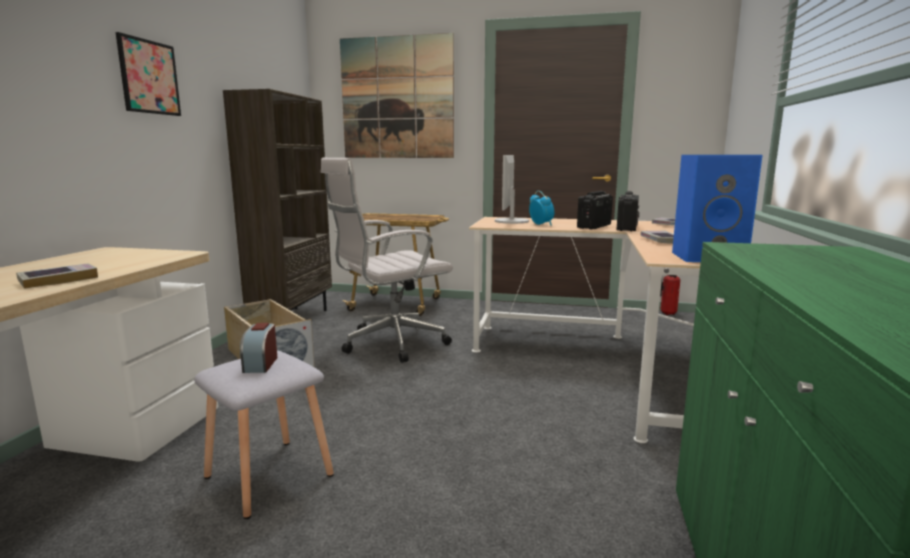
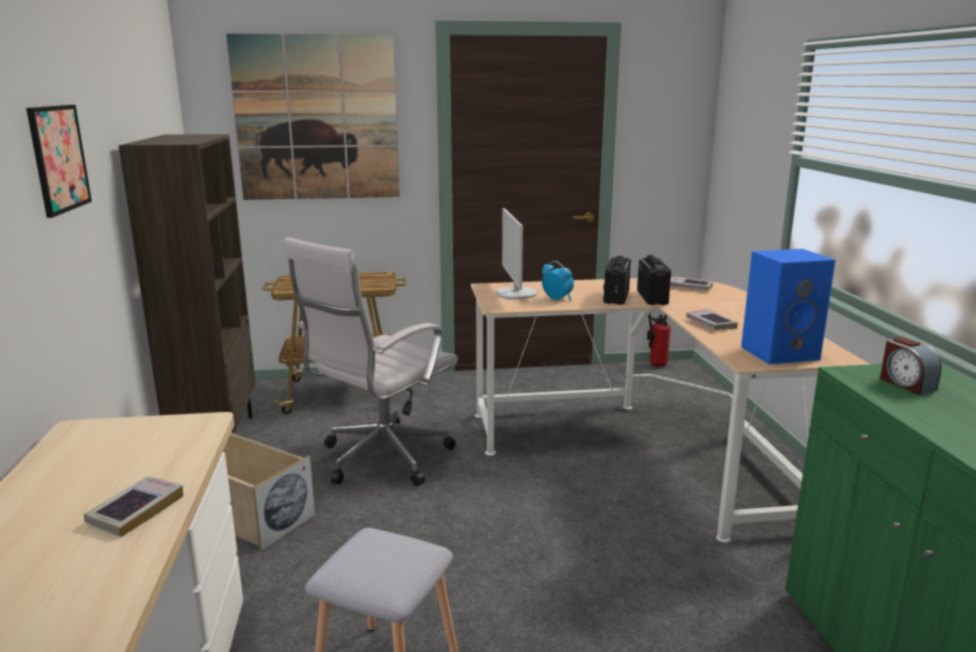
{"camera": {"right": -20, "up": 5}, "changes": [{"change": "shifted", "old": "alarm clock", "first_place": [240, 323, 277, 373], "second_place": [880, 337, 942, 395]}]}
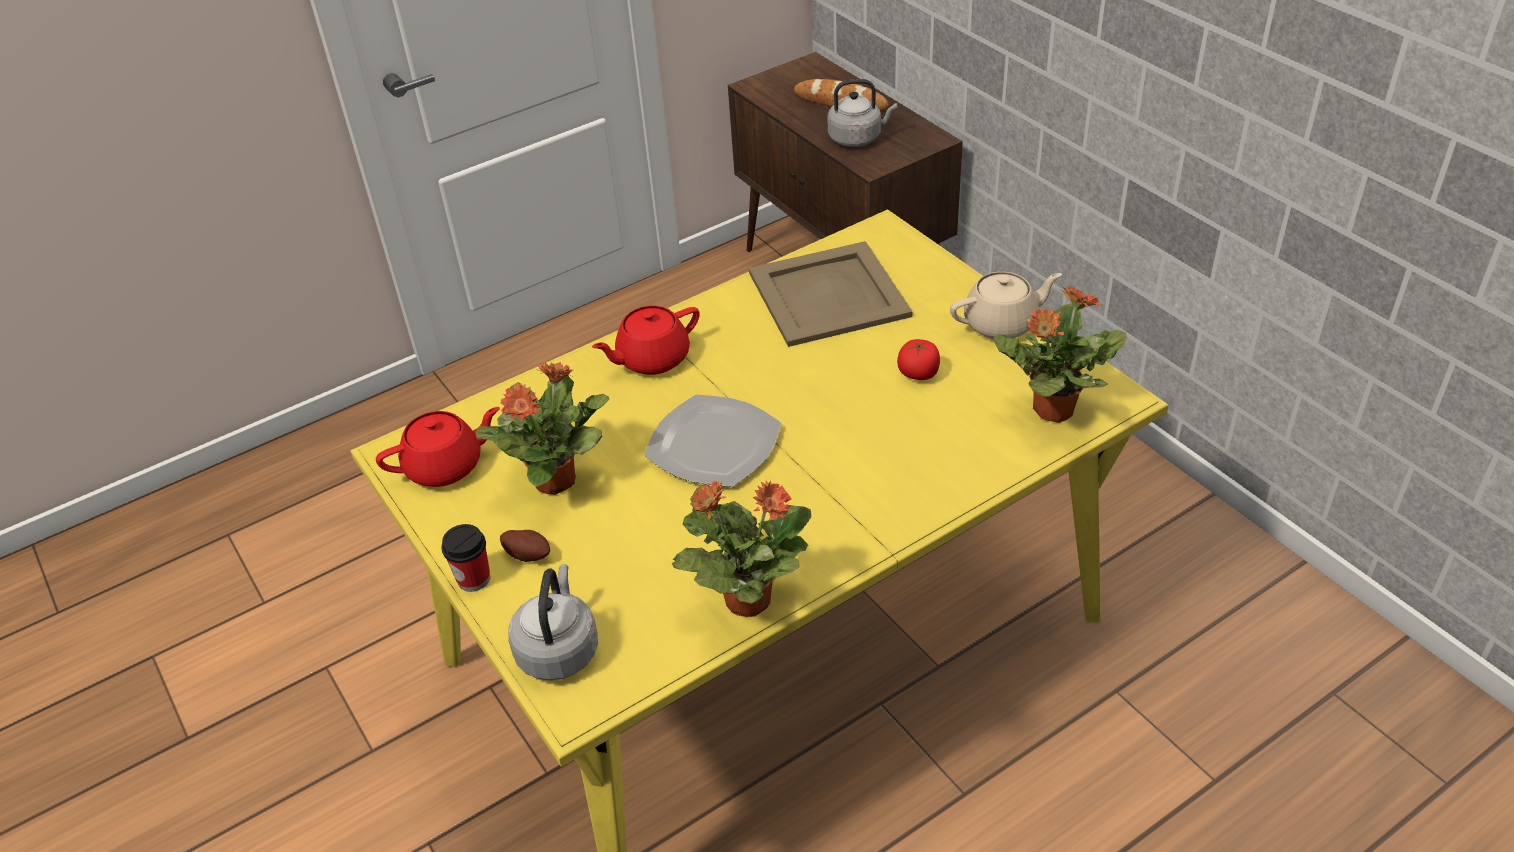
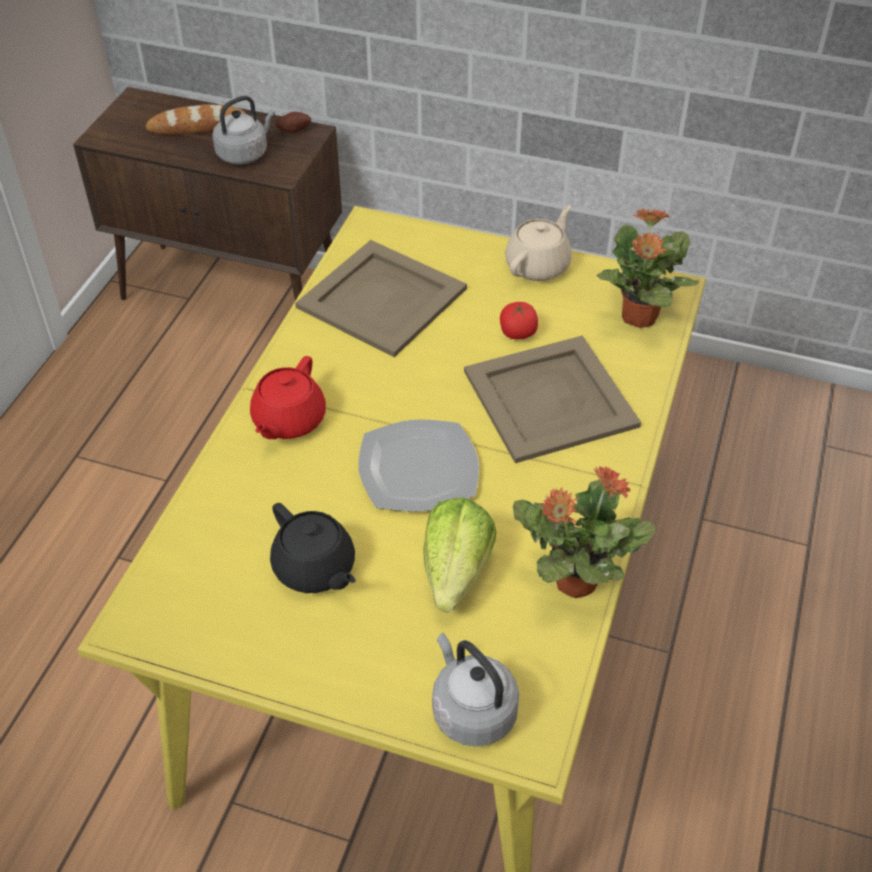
{"camera": {"right": -40, "up": 5}, "changes": [{"change": "swapped", "old": "potted plant", "new": "black teapot", "first_place": [475, 362, 609, 495], "second_place": [270, 503, 356, 593]}, {"change": "shifted", "old": "potato", "first_place": [500, 530, 550, 562], "second_place": [275, 112, 311, 132]}, {"change": "new", "new": "lettuce", "second_place": [423, 498, 496, 613]}, {"change": "new", "new": "beige tray", "second_place": [464, 335, 641, 463]}, {"change": "gone", "old": "red teapot", "first_place": [376, 407, 500, 487]}, {"change": "gone", "old": "cup", "first_place": [441, 524, 490, 592]}]}
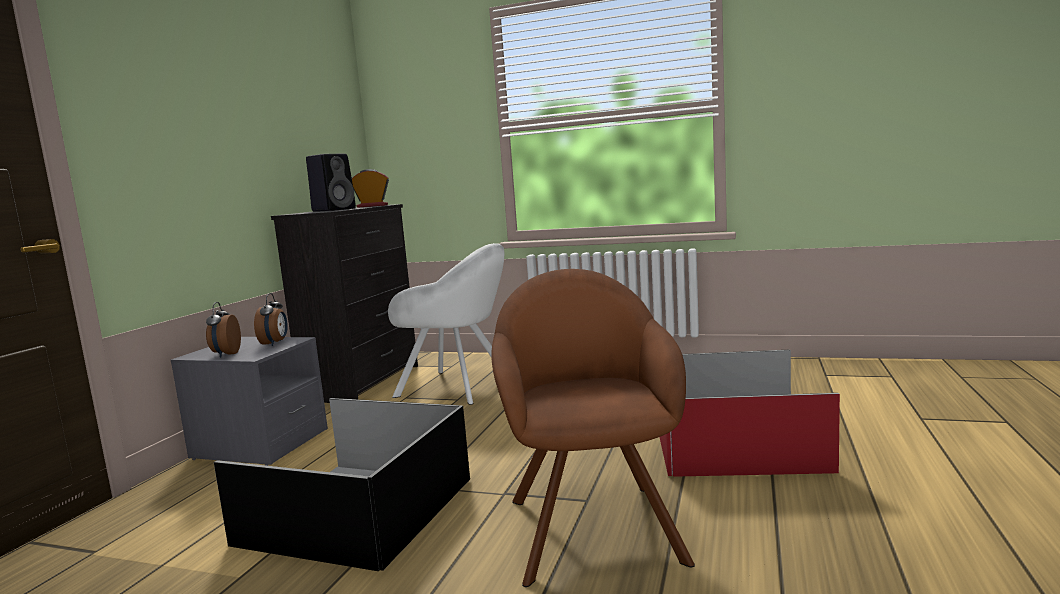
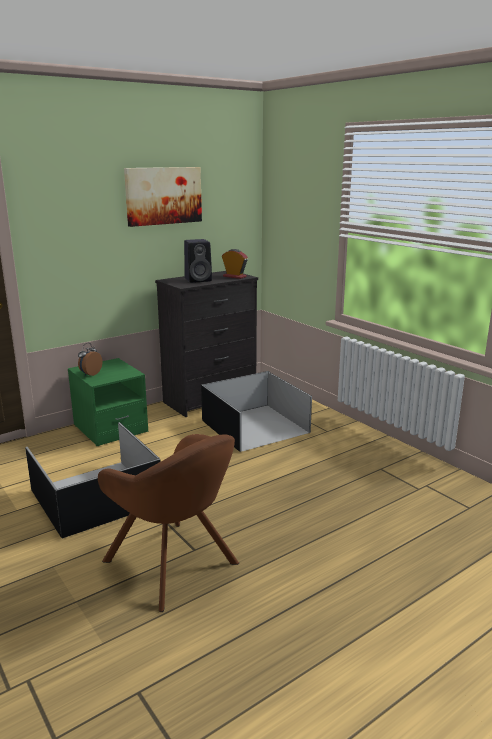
{"camera": {"right": 35, "up": 10}, "changes": [{"change": "repainted", "old": "grey nightstand", "new": "green nightstand", "first_place": [171, 337, 328, 466], "second_place": [68, 358, 148, 446]}, {"change": "rotated", "old": "brown armchair", "first_place": [491, 269, 695, 587], "second_place": [98, 434, 239, 612], "degrees": 105}, {"change": "new", "new": "picture", "second_place": [124, 167, 202, 227]}, {"change": "swapped", "old": "white armchair", "new": "black storage box", "first_place": [388, 243, 504, 405], "second_place": [201, 371, 312, 452]}, {"change": "gone", "old": "alarm clock", "first_place": [254, 293, 288, 346]}, {"change": "gone", "old": "red storage box", "first_place": [660, 350, 840, 477]}]}
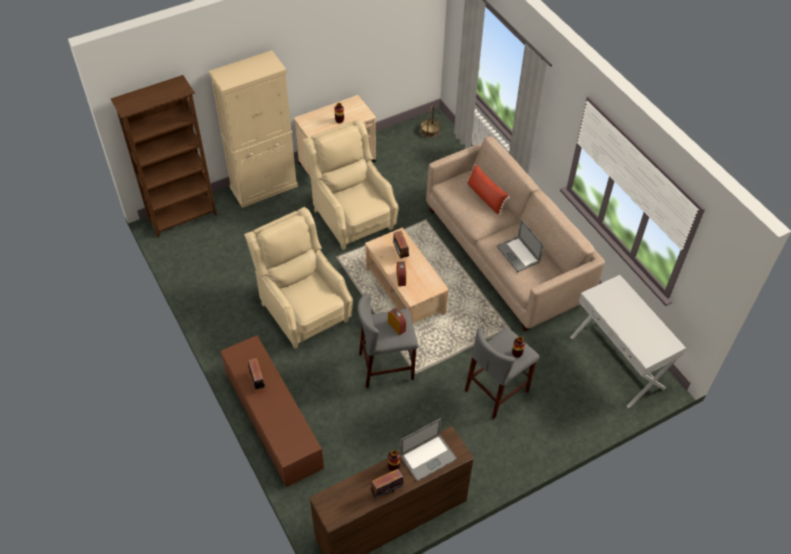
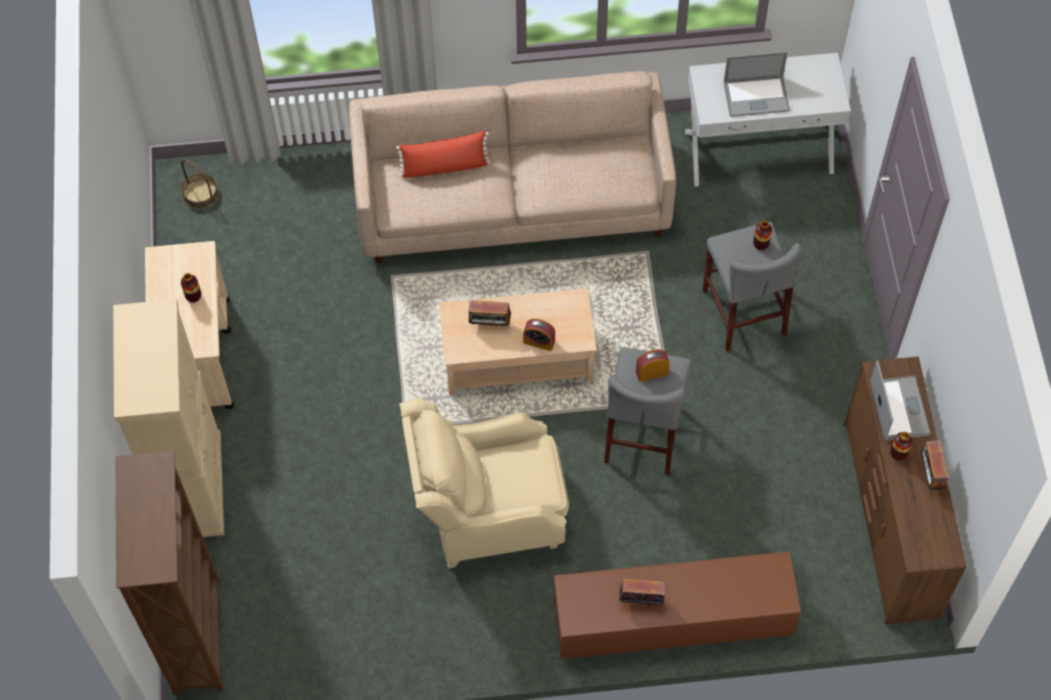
{"camera": {"right": -65, "up": 10}, "changes": [{"change": "shifted", "old": "laptop", "first_place": [497, 219, 544, 272], "second_place": [724, 52, 790, 117]}, {"change": "gone", "old": "beige armchair", "first_place": [303, 119, 399, 250]}]}
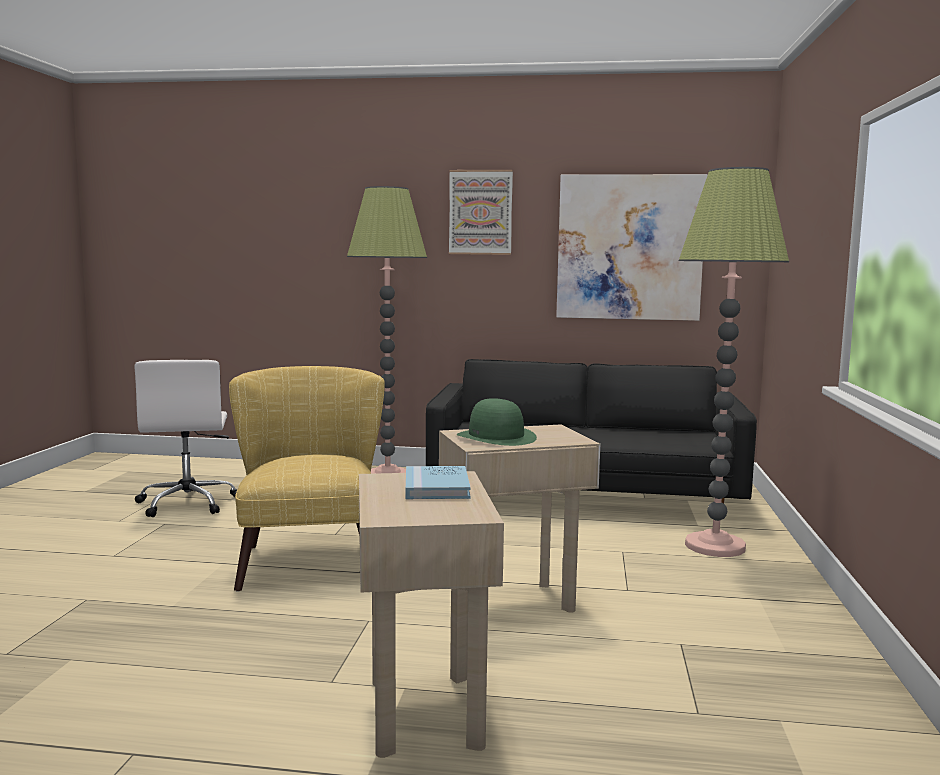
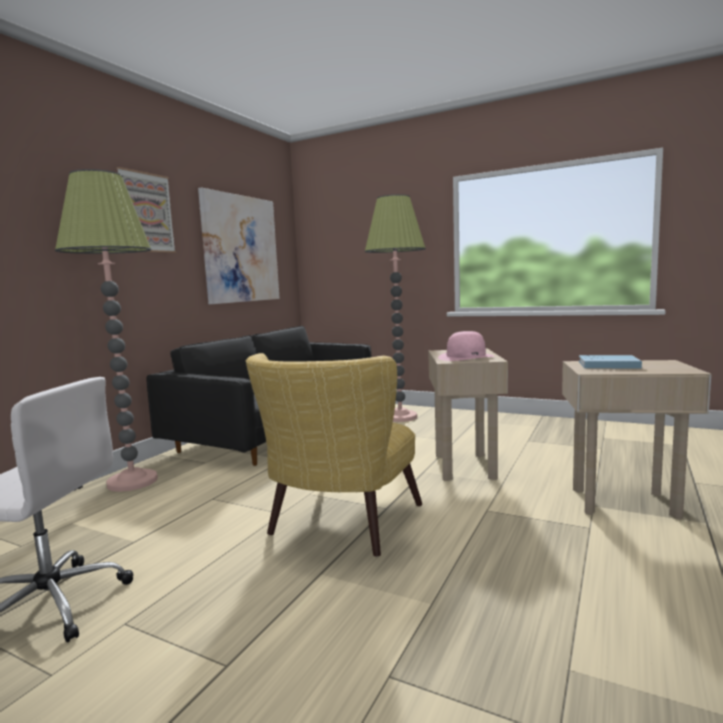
{"camera": {"right": -70, "up": 0}, "changes": [{"change": "rotated", "old": "yellow armchair", "first_place": [229, 366, 385, 592], "second_place": [246, 353, 422, 557], "degrees": -75}, {"change": "repainted", "old": "green hat", "new": "pink hat", "first_place": [457, 398, 537, 446], "second_place": [438, 331, 494, 361]}]}
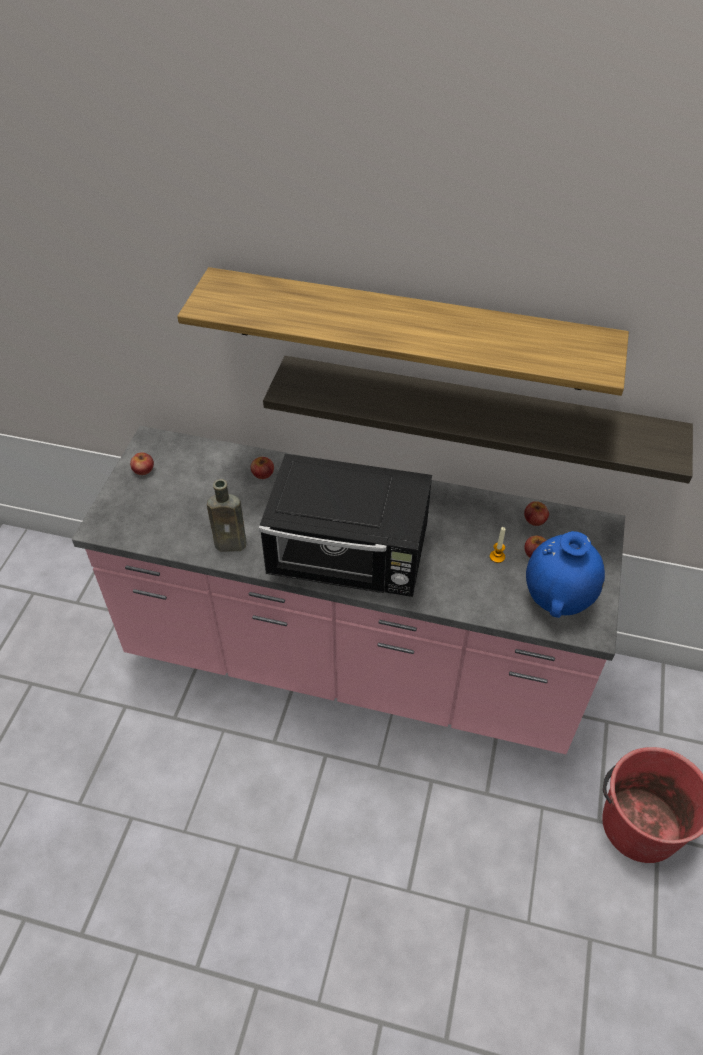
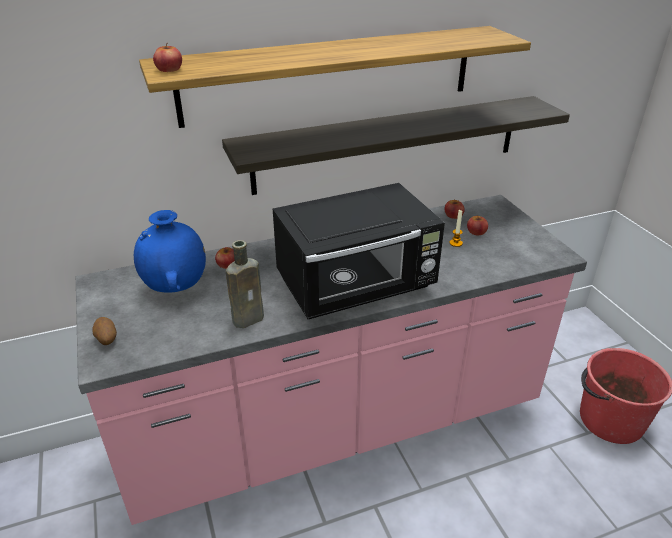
{"camera": {"right": -35, "up": -15}, "changes": [{"change": "new", "new": "potato", "second_place": [92, 317, 117, 345]}, {"change": "shifted", "old": "blue vase", "first_place": [526, 531, 605, 618], "second_place": [134, 210, 206, 293]}, {"change": "shifted", "old": "apple", "first_place": [130, 453, 154, 475], "second_place": [153, 42, 182, 72]}]}
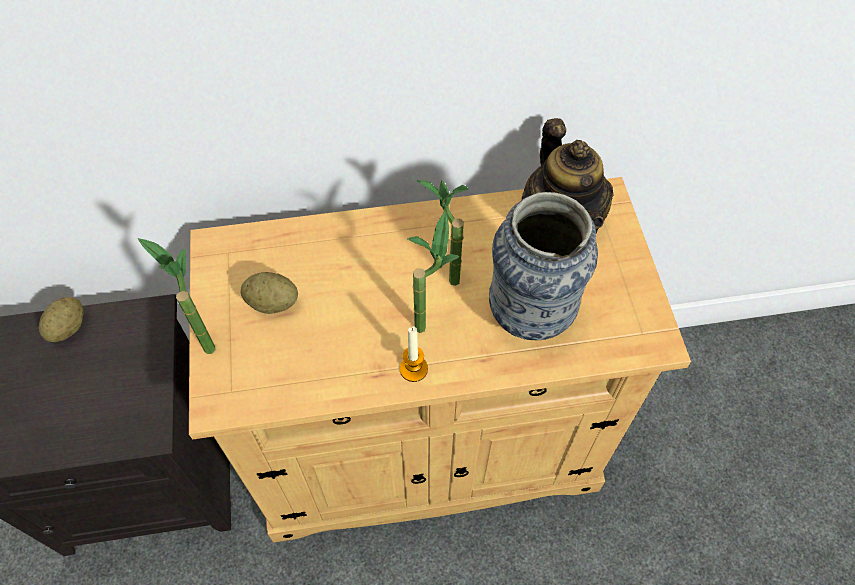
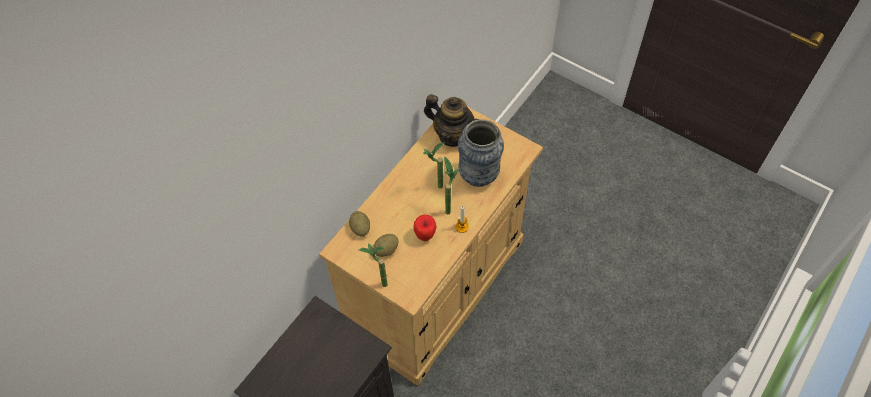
{"camera": {"right": -45, "up": 0}, "changes": [{"change": "shifted", "old": "potato", "first_place": [39, 297, 84, 342], "second_place": [349, 211, 370, 236]}, {"change": "new", "new": "apple", "second_place": [414, 215, 436, 241]}]}
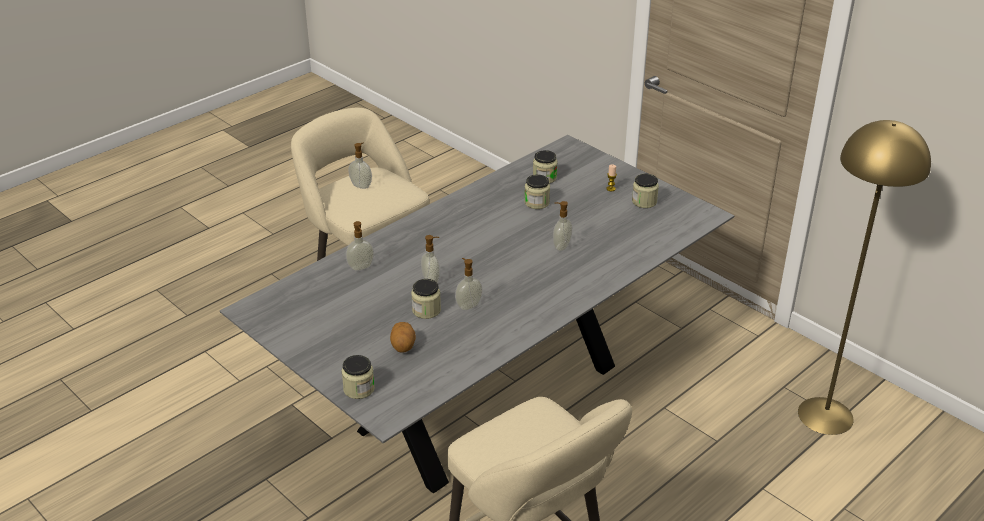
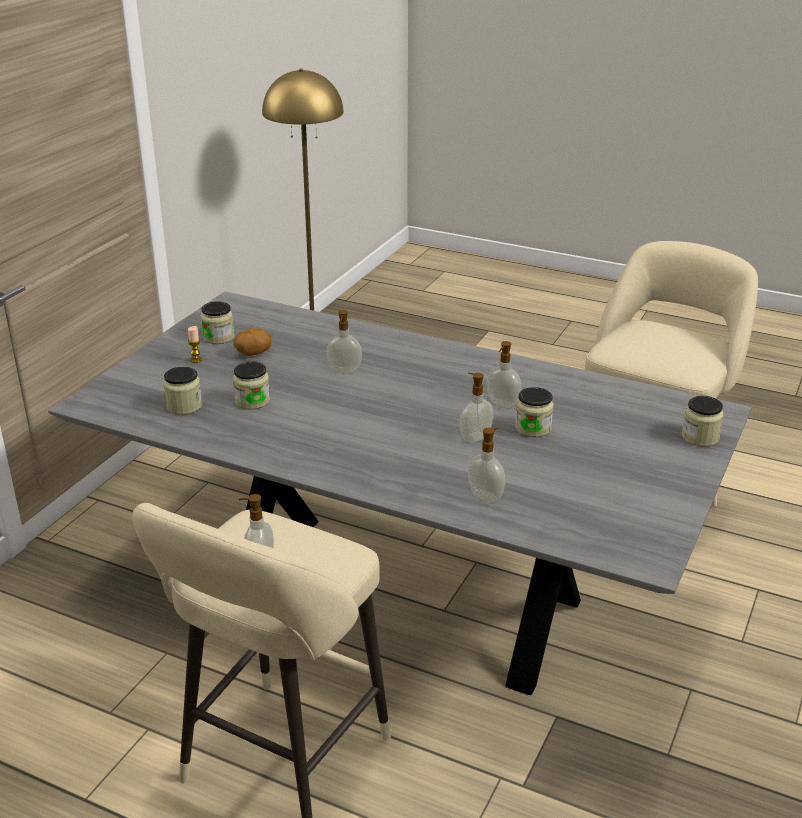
{"camera": {"right": -110, "up": -5}, "changes": [{"change": "shifted", "old": "potato", "first_place": [390, 322, 416, 353], "second_place": [234, 328, 272, 356]}]}
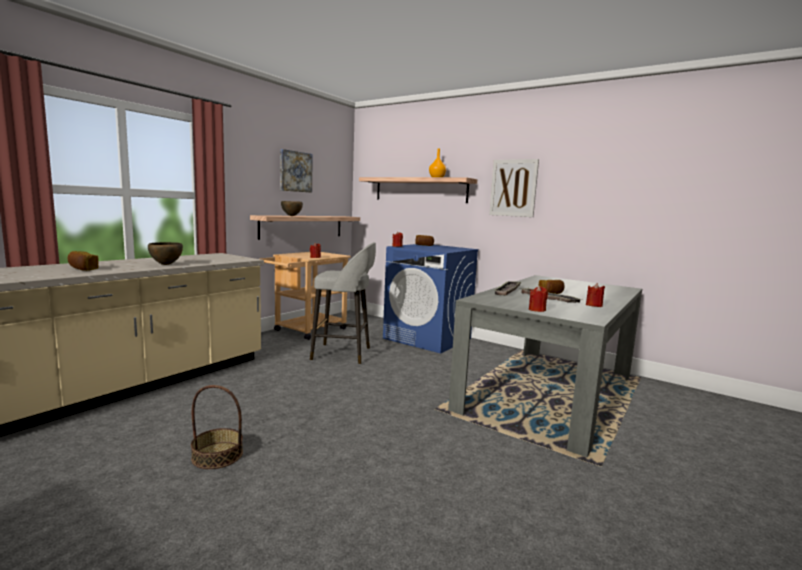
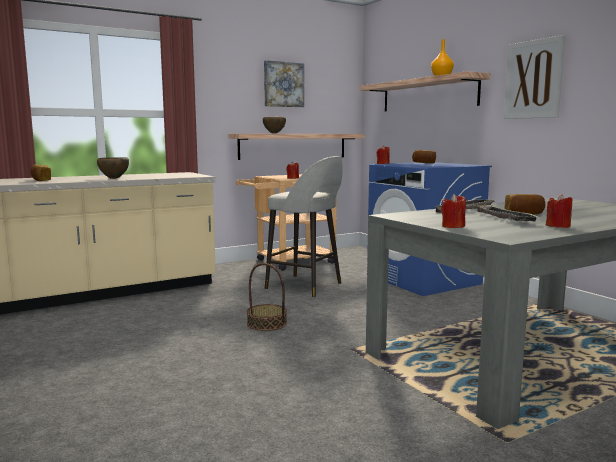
{"camera": {"right": 25, "up": 0}, "changes": [{"change": "shifted", "old": "basket", "first_place": [191, 385, 243, 469], "second_place": [247, 263, 287, 331]}]}
